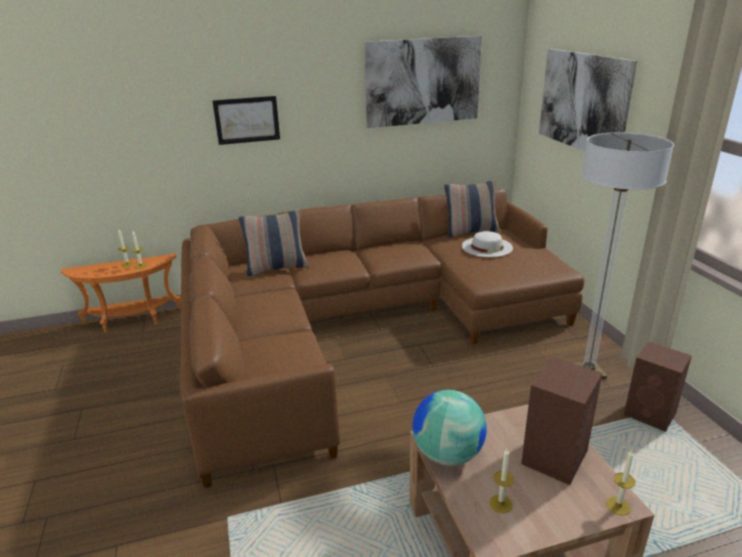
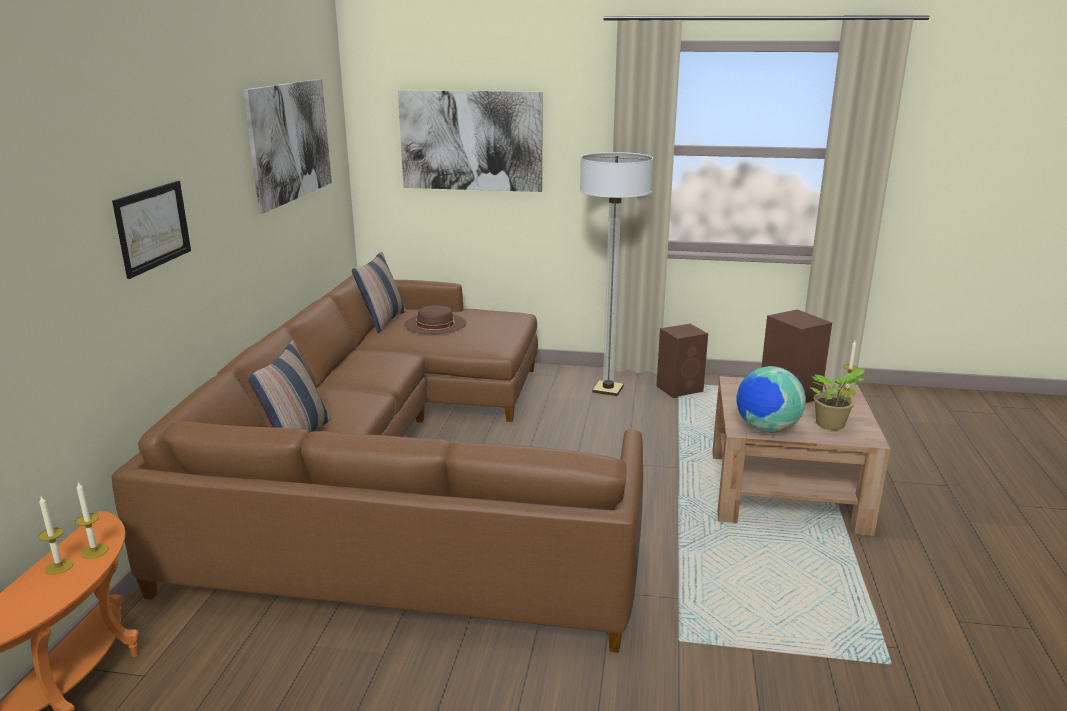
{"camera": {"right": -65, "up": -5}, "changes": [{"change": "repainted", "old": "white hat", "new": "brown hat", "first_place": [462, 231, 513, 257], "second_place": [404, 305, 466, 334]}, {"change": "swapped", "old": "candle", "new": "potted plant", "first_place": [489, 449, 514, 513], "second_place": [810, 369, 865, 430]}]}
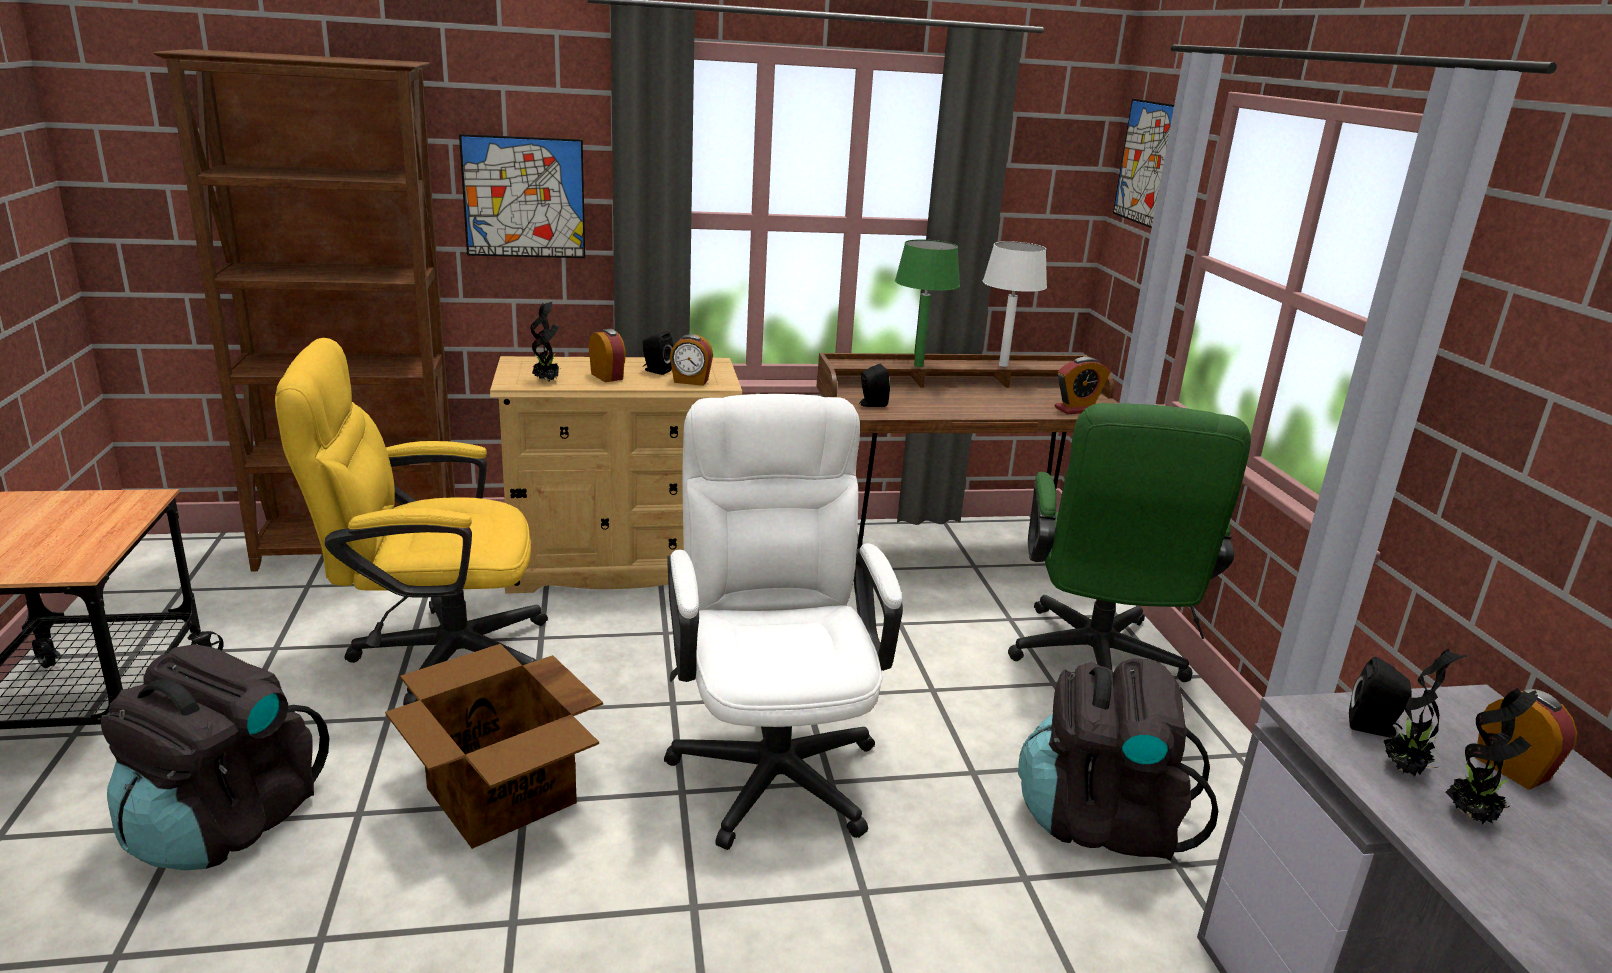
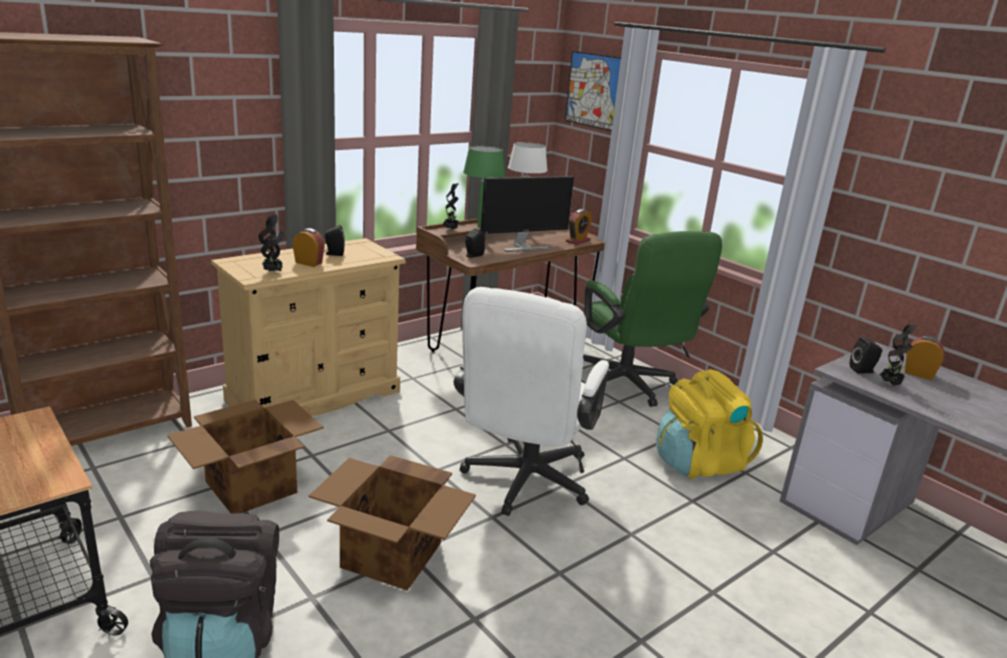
{"camera": {"right": -30, "up": 0}, "changes": [{"change": "swapped", "old": "yellow office chair", "new": "cardboard box", "first_place": [275, 338, 548, 706], "second_place": [167, 400, 324, 513]}, {"change": "shifted", "old": "potted plant", "first_place": [1446, 688, 1538, 825], "second_place": [443, 183, 460, 230]}, {"change": "rotated", "old": "white office chair", "first_place": [664, 394, 903, 850], "second_place": [454, 287, 609, 516], "degrees": -120}, {"change": "new", "new": "monitor", "second_place": [481, 176, 574, 252]}, {"change": "repainted", "old": "black backpack", "new": "yellow backpack", "first_place": [1018, 658, 1218, 861], "second_place": [656, 369, 763, 478]}, {"change": "gone", "old": "picture", "first_place": [459, 134, 585, 258]}, {"change": "gone", "old": "alarm clock", "first_place": [670, 334, 713, 386]}]}
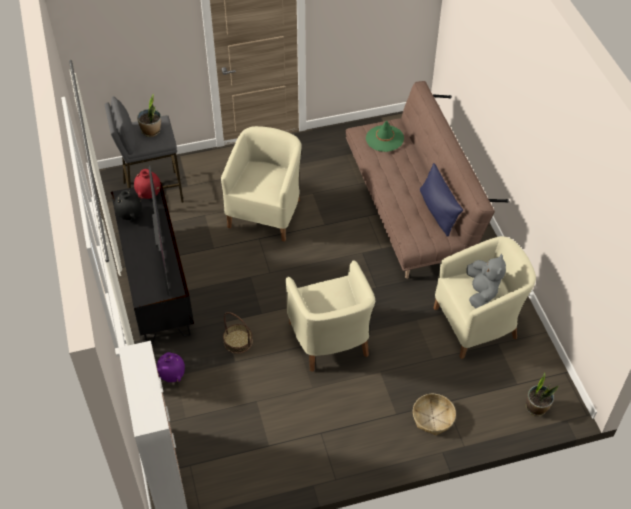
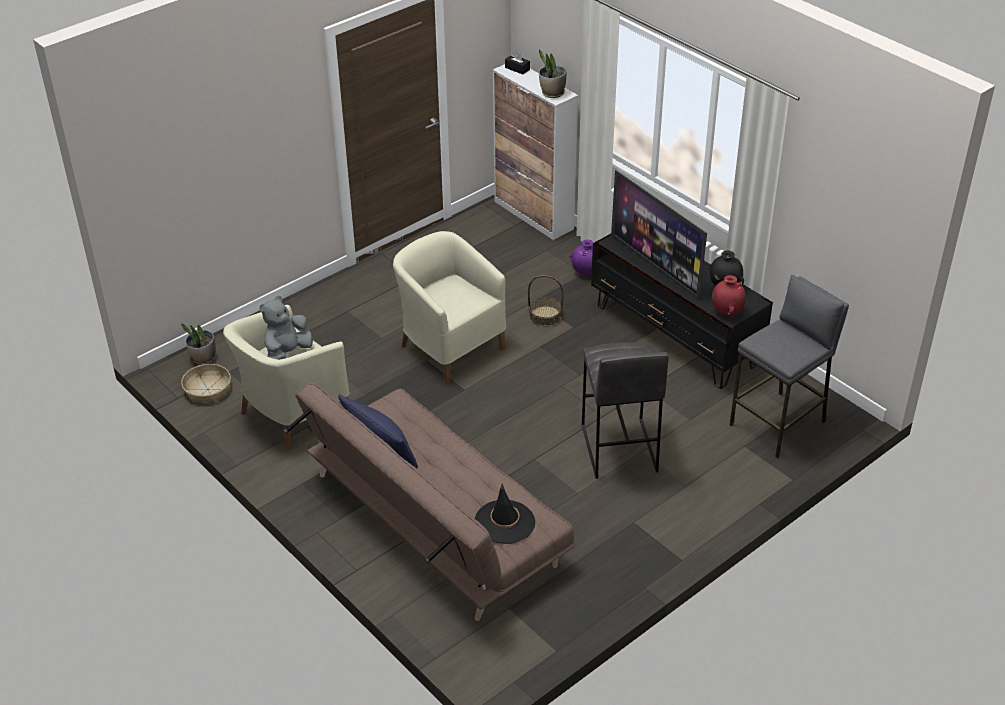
{"camera": {"right": 155, "up": -10}, "changes": [{"change": "shifted", "old": "basket", "first_place": [413, 394, 456, 435], "second_place": [181, 364, 231, 403]}, {"change": "rotated", "old": "grey plush toy", "first_place": [466, 254, 506, 308], "second_place": [259, 296, 313, 360], "degrees": 60}, {"change": "repainted", "old": "green hat", "new": "black hat", "first_place": [366, 121, 404, 152], "second_place": [475, 482, 535, 544]}, {"change": "new", "new": "black tissue box", "second_place": [505, 52, 530, 74]}, {"change": "shifted", "old": "potted plant", "first_place": [137, 94, 161, 137], "second_place": [539, 49, 566, 98]}, {"change": "swapped", "old": "beige armchair", "new": "grey stool", "first_place": [221, 126, 302, 241], "second_place": [582, 342, 669, 479]}]}
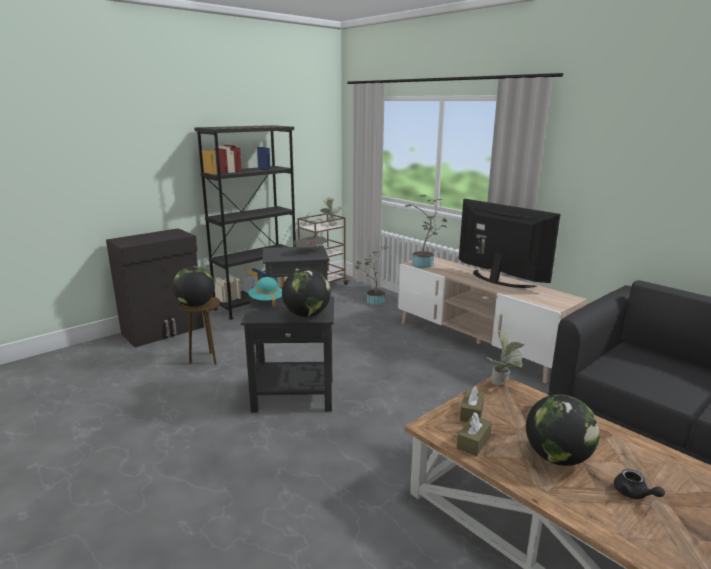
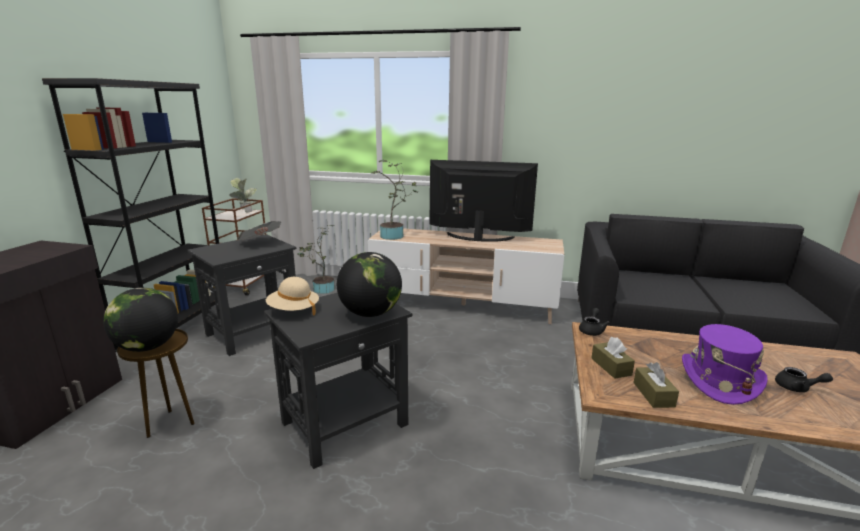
{"camera": {"right": -35, "up": 0}, "changes": [{"change": "repainted", "old": "turquoise hat", "new": "beige hat", "first_place": [248, 277, 282, 307], "second_place": [266, 277, 319, 315]}, {"change": "swapped", "old": "potted plant", "new": "black teapot", "first_place": [487, 331, 524, 385], "second_place": [579, 308, 610, 336]}, {"change": "swapped", "old": "globe", "new": "purple hat", "first_place": [526, 395, 600, 466], "second_place": [682, 324, 768, 405]}]}
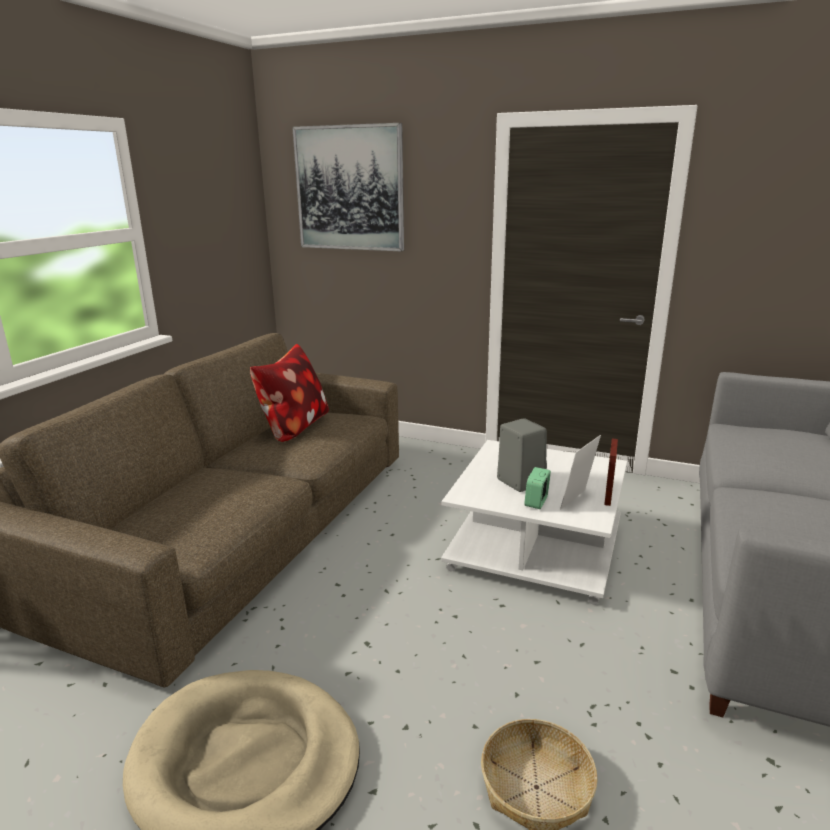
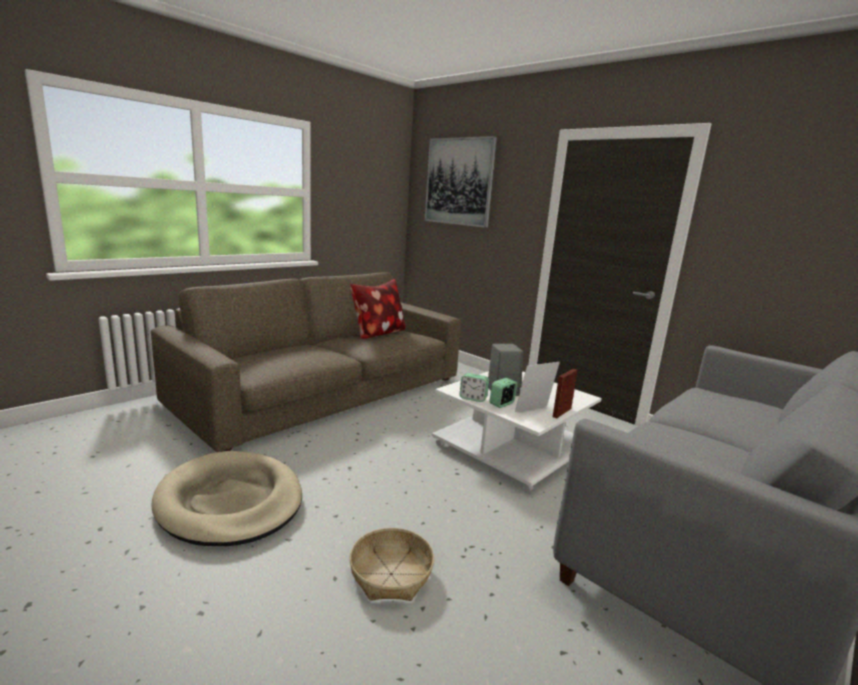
{"camera": {"right": 20, "up": -5}, "changes": [{"change": "new", "new": "alarm clock", "second_place": [460, 373, 489, 402]}]}
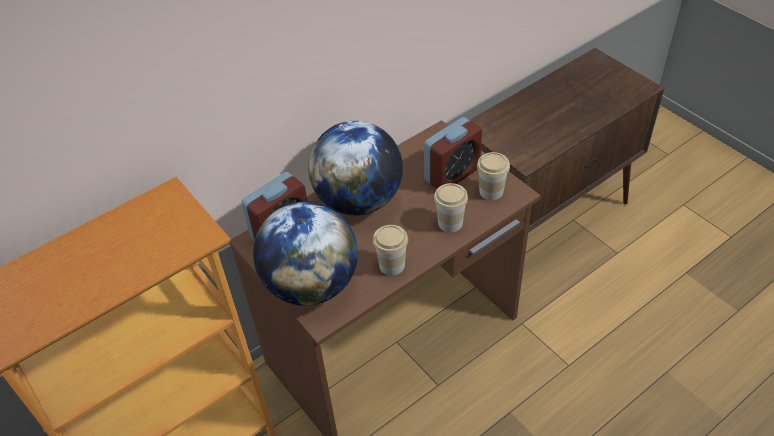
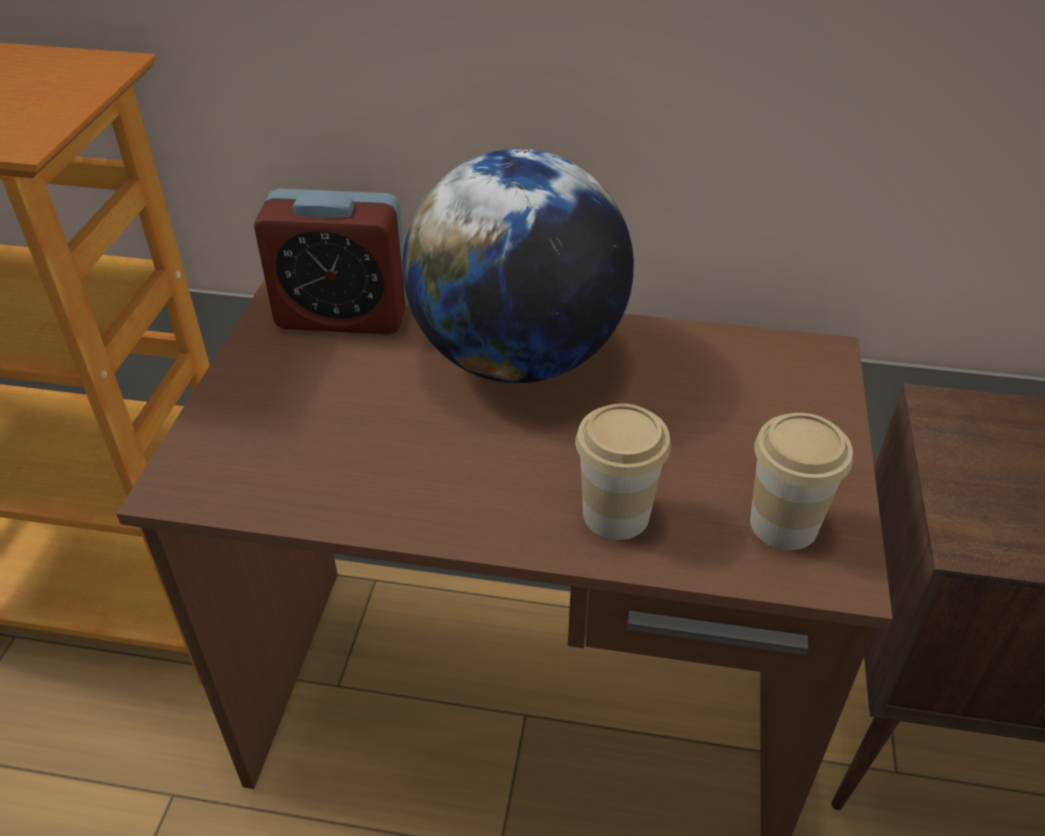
{"camera": {"right": 45, "up": -5}, "changes": [{"change": "gone", "old": "globe", "first_place": [253, 201, 358, 306]}, {"change": "gone", "old": "cup", "first_place": [373, 225, 408, 275]}, {"change": "gone", "old": "alarm clock", "first_place": [424, 117, 482, 189]}]}
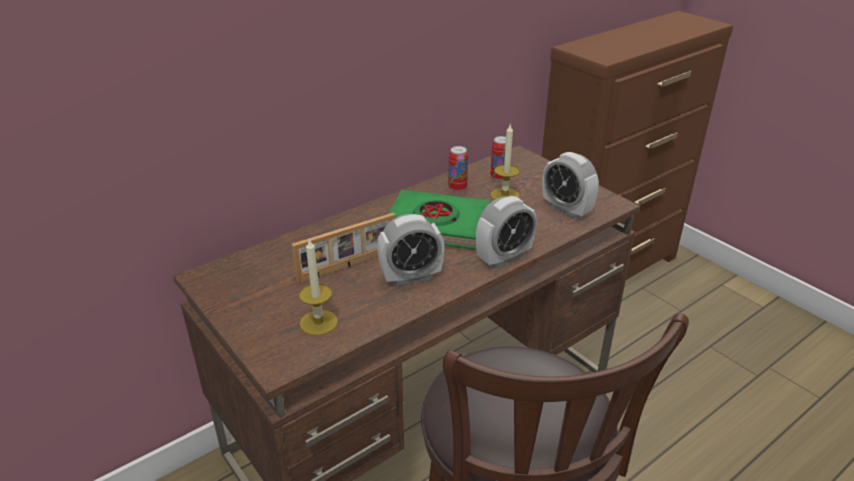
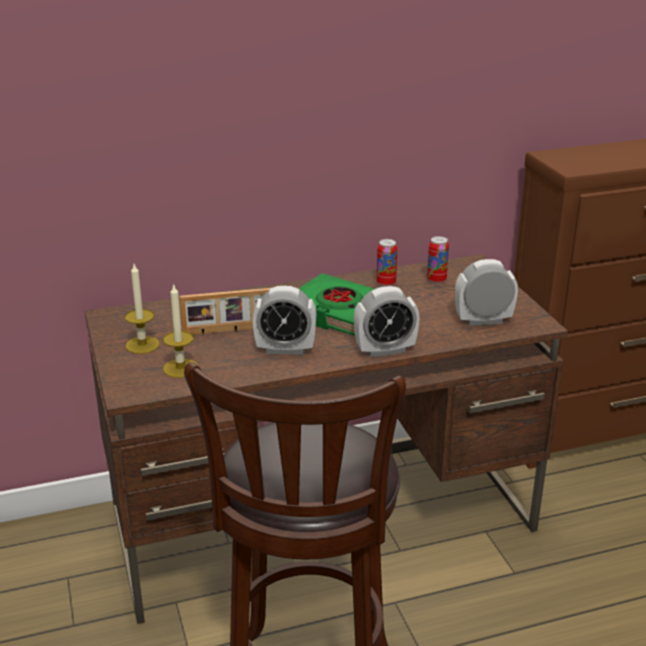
{"camera": {"right": 20, "up": -5}, "changes": [{"change": "shifted", "old": "candle", "first_place": [491, 123, 520, 200], "second_place": [125, 264, 160, 354]}, {"change": "rotated", "old": "alarm clock", "first_place": [543, 152, 599, 219], "second_place": [455, 259, 518, 326], "degrees": 105}]}
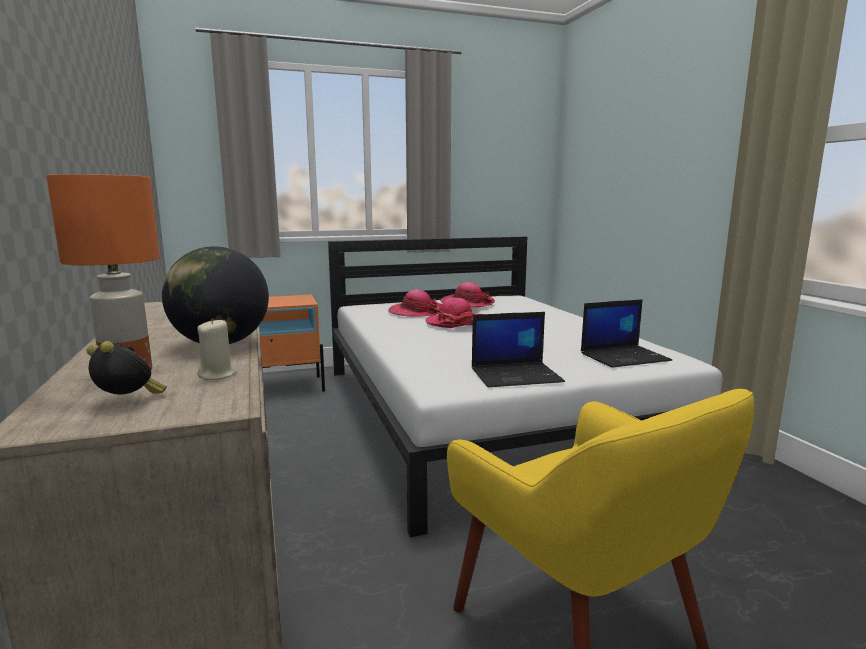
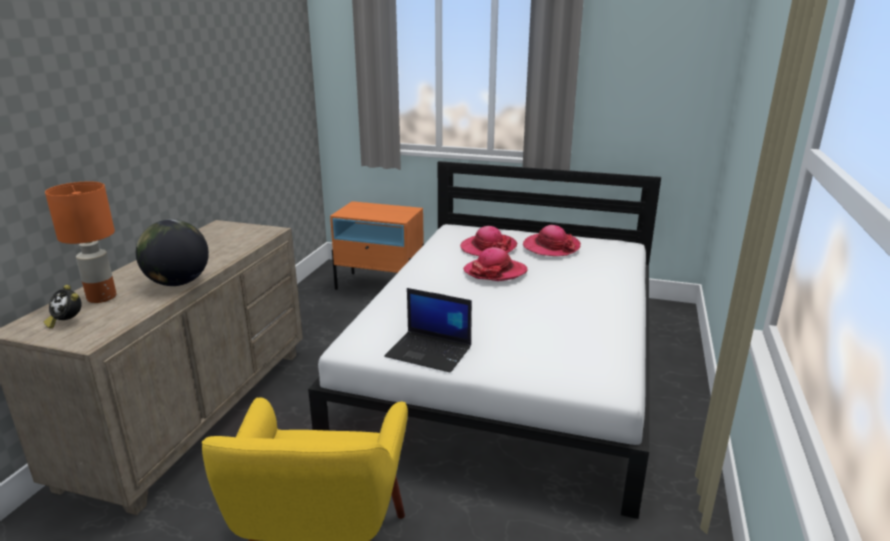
{"camera": {"right": 35, "up": 10}, "changes": [{"change": "rotated", "old": "alarm clock", "first_place": [87, 341, 167, 394], "second_place": [44, 285, 82, 329], "degrees": 150}, {"change": "gone", "old": "beige candle", "first_place": [197, 318, 237, 380]}, {"change": "gone", "old": "laptop", "first_place": [581, 299, 672, 368]}]}
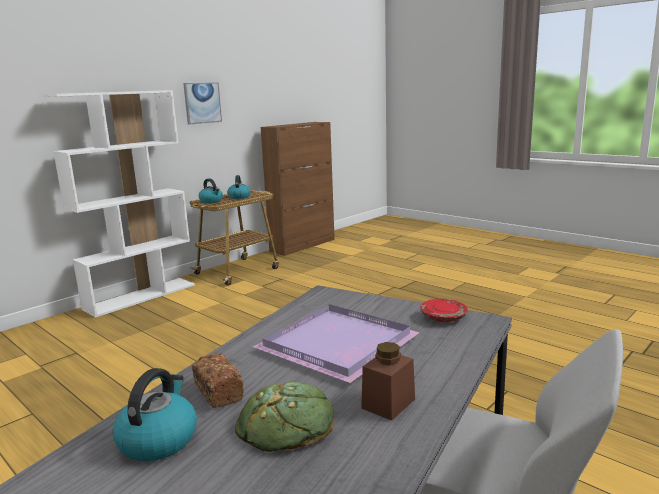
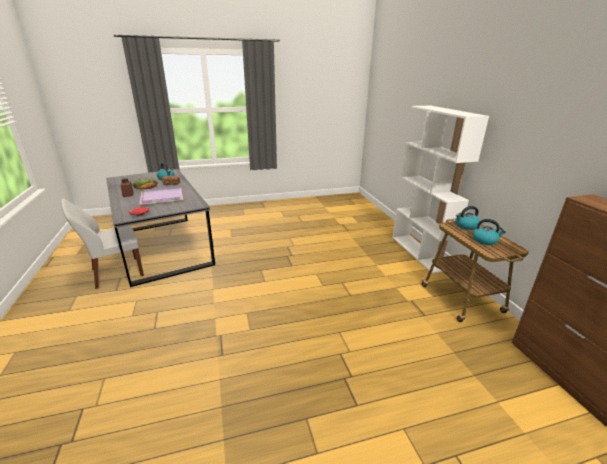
{"camera": {"right": 120, "up": 10}, "changes": [{"change": "gone", "old": "picture", "first_place": [183, 82, 222, 125]}]}
